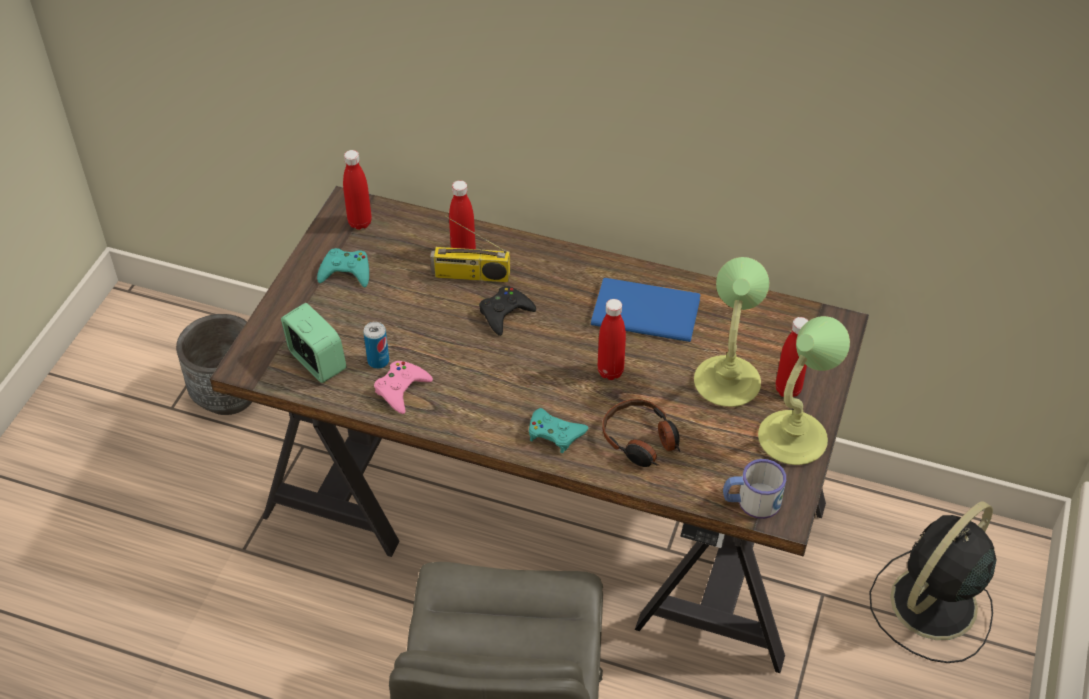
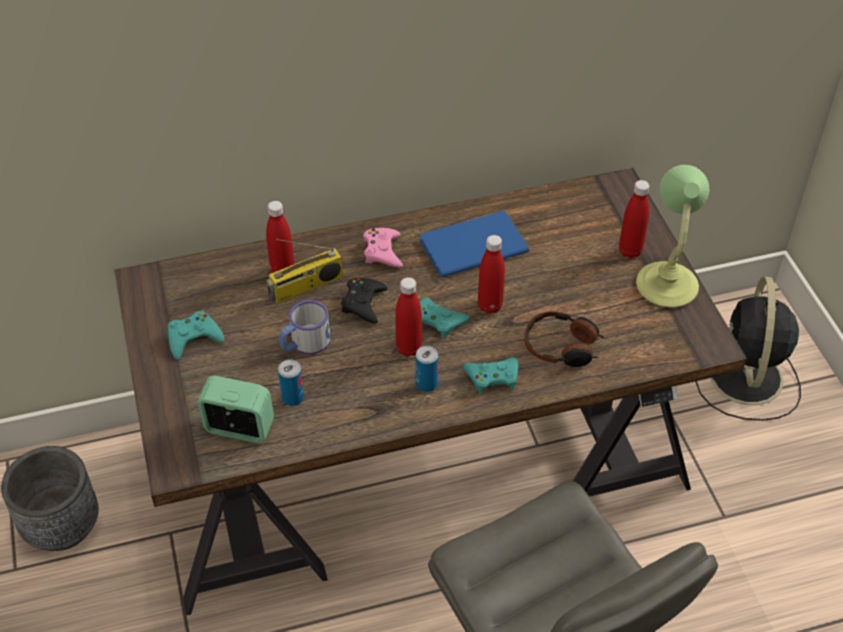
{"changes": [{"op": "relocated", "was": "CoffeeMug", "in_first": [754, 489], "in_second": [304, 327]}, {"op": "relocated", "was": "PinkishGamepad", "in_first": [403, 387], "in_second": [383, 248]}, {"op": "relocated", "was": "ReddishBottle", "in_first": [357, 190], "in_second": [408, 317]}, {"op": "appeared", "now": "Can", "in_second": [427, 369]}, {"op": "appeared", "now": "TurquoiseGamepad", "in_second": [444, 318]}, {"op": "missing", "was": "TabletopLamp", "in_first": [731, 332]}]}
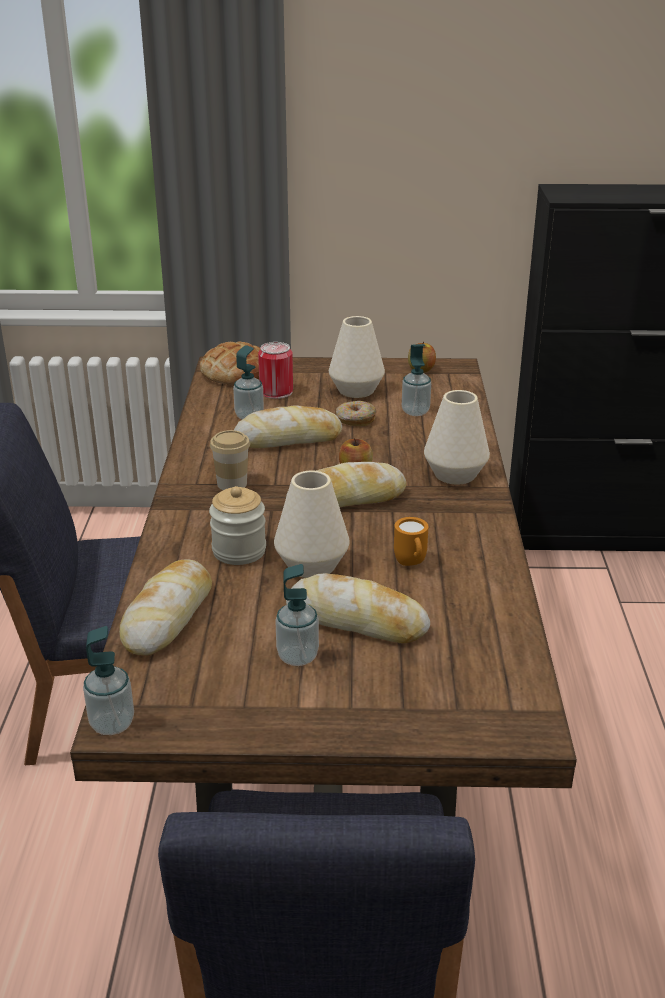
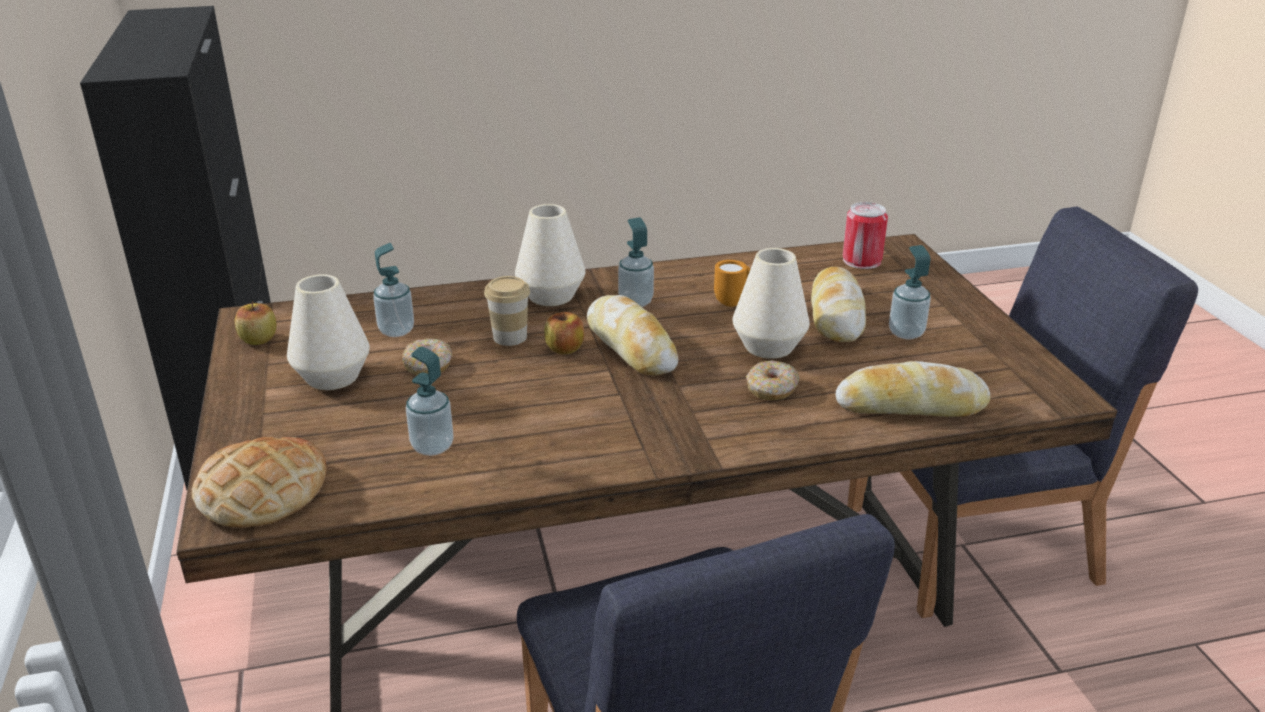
{"changes": [{"op": "relocated", "was": "SmallCup", "in_first": [230, 460], "in_second": [507, 311]}, {"op": "relocated", "was": "SoapBottle", "in_first": [108, 680], "in_second": [636, 262]}, {"op": "exchanged", "was": "Jar", "now": "Doughnut", "in_first": [237, 525], "in_second": [772, 380]}, {"op": "relocated", "was": "Can", "in_first": [275, 370], "in_second": [865, 235]}, {"op": "missing", "was": "Bread", "in_first": [288, 426]}]}
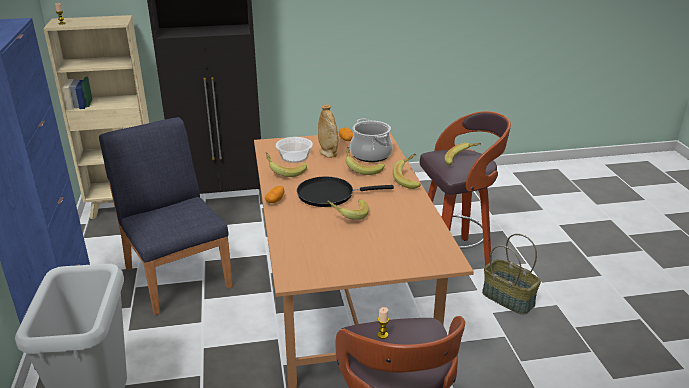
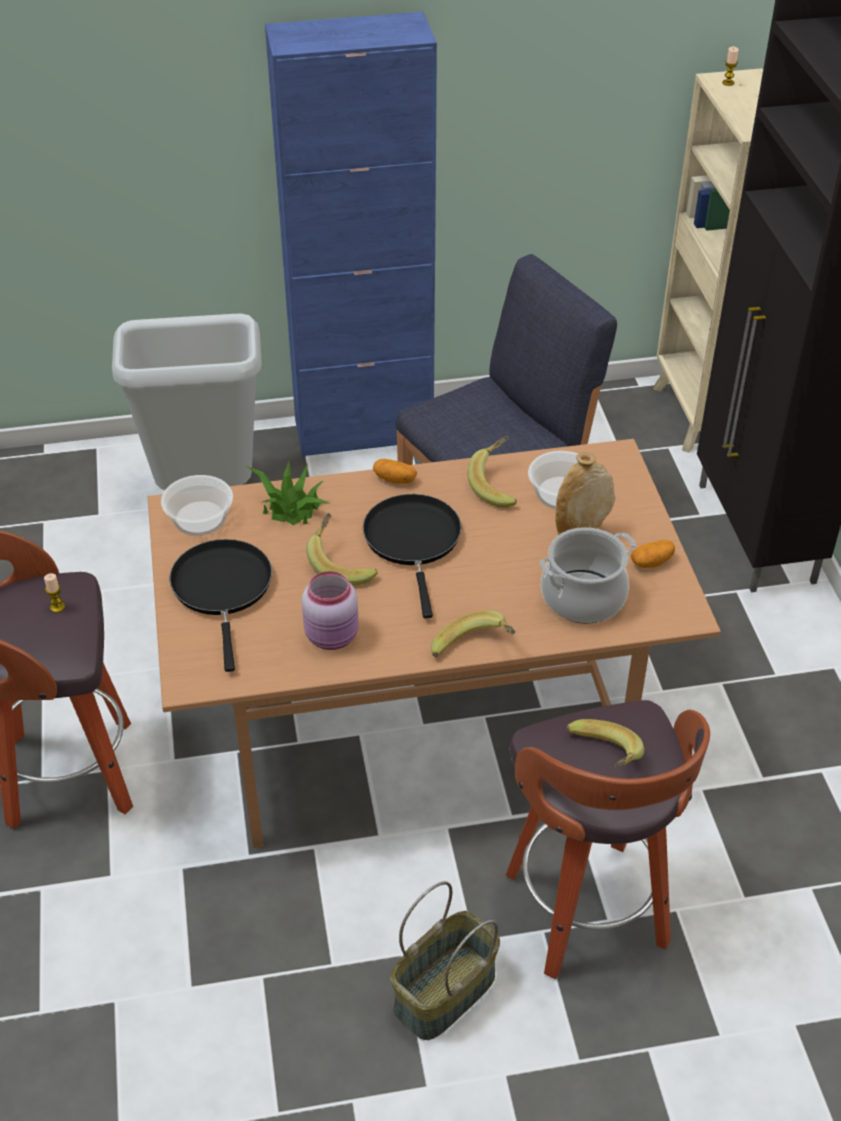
{"changes": [{"op": "appeared", "now": "DeepDish", "in_second": [197, 505]}, {"op": "appeared", "now": "BlackishPan", "in_second": [220, 605]}, {"op": "appeared", "now": "Houseplant", "in_second": [288, 493]}, {"op": "appeared", "now": "PinkishJar", "in_second": [330, 610]}, {"op": "missing", "was": "WholeBanana", "in_first": [365, 161]}]}
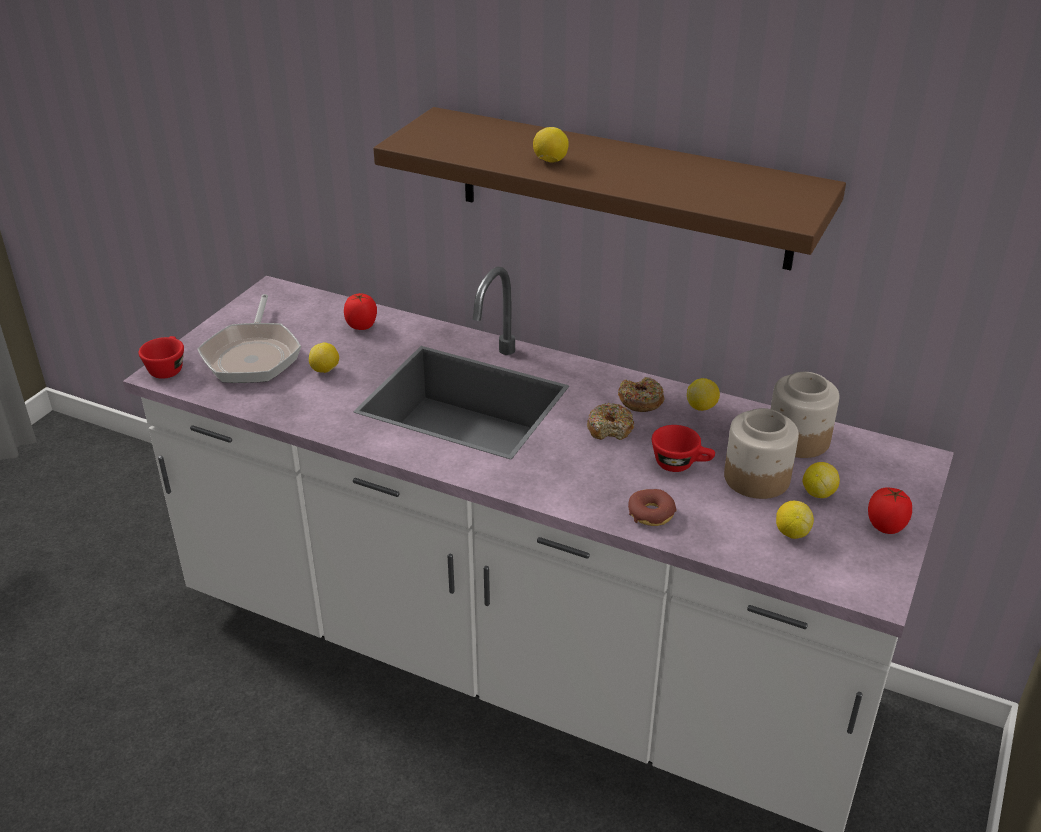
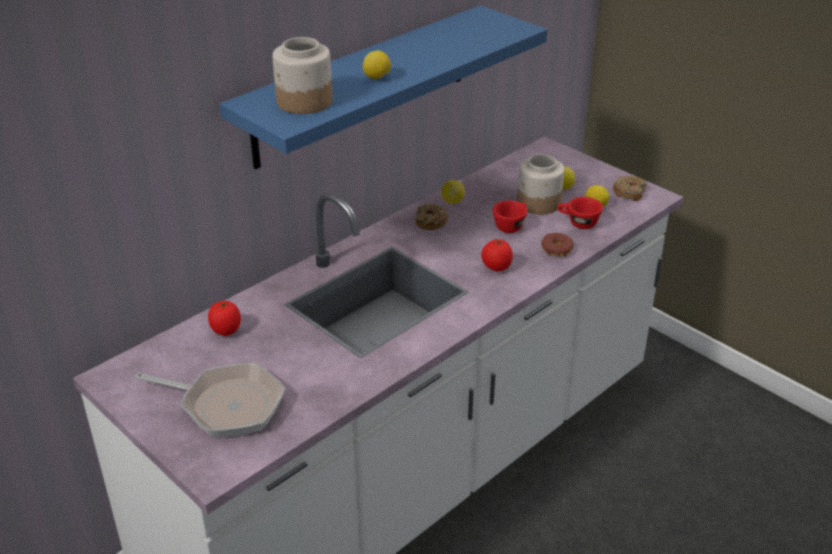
{"changes": [{"op": "colour", "was": "BrownishBracketShelf", "now": "BlueColouredBracketShelf", "in_first": [609, 189], "in_second": [383, 87]}, {"op": "relocated", "was": "Jar", "in_first": [805, 415], "in_second": [302, 75]}, {"op": "relocated", "was": "Tomato", "in_first": [890, 510], "in_second": [497, 255]}, {"op": "relocated", "was": "ReddishSmallCup", "in_first": [161, 357], "in_second": [580, 213]}, {"op": "relocated", "was": "Doughnut", "in_first": [610, 421], "in_second": [630, 188]}, {"op": "missing", "was": "WholeLemon", "in_first": [324, 358]}]}
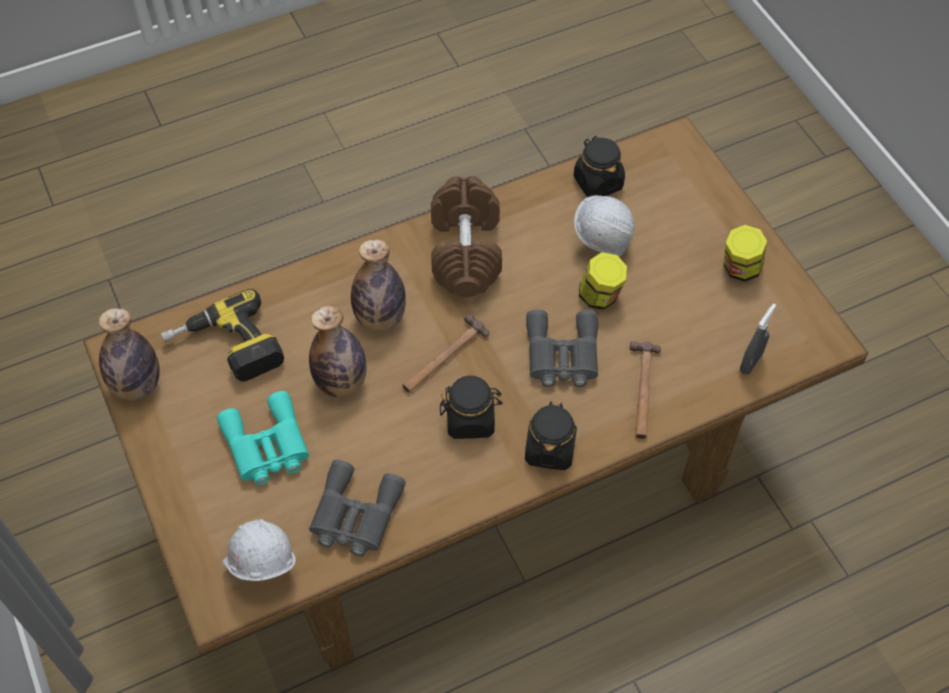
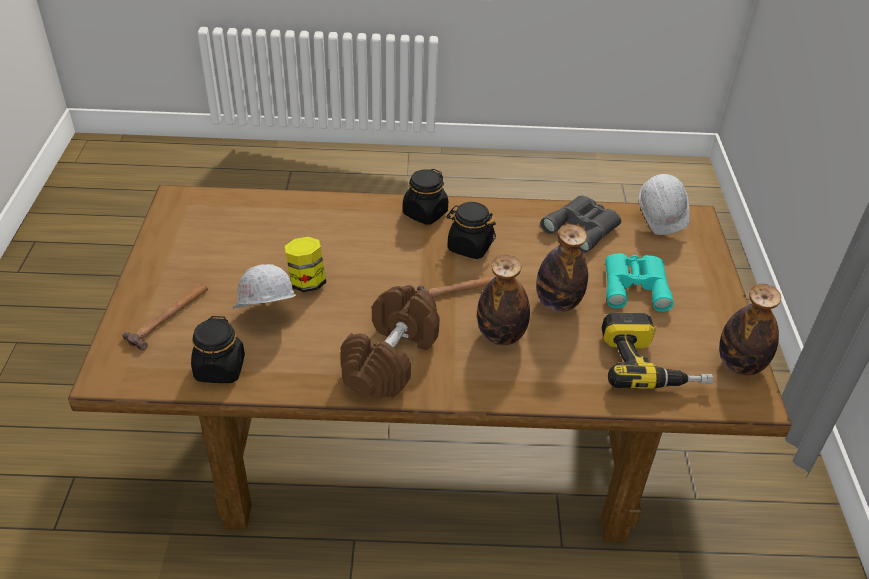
{"changes": [{"op": "relocated", "was": "Hammer", "in_first": [645, 390], "in_second": [165, 317]}, {"op": "missing", "was": "GrayBinoculars", "in_first": [562, 348]}, {"op": "missing", "was": "Jar", "in_first": [745, 253]}, {"op": "missing", "was": "GraySprayer", "in_first": [758, 339]}]}
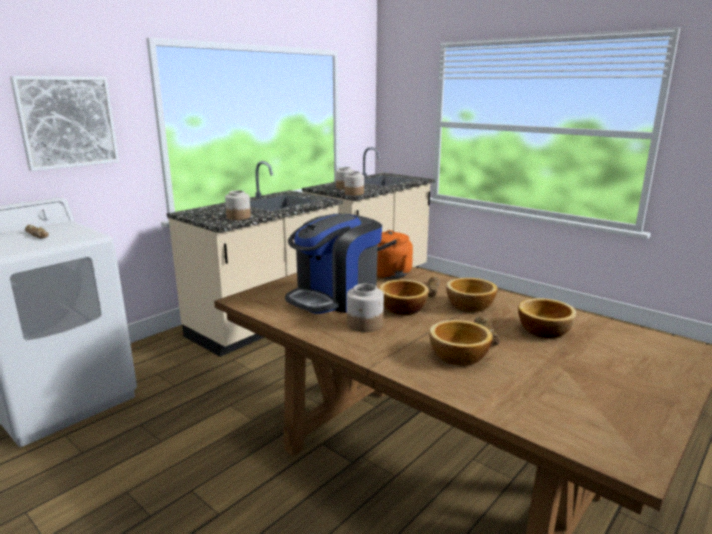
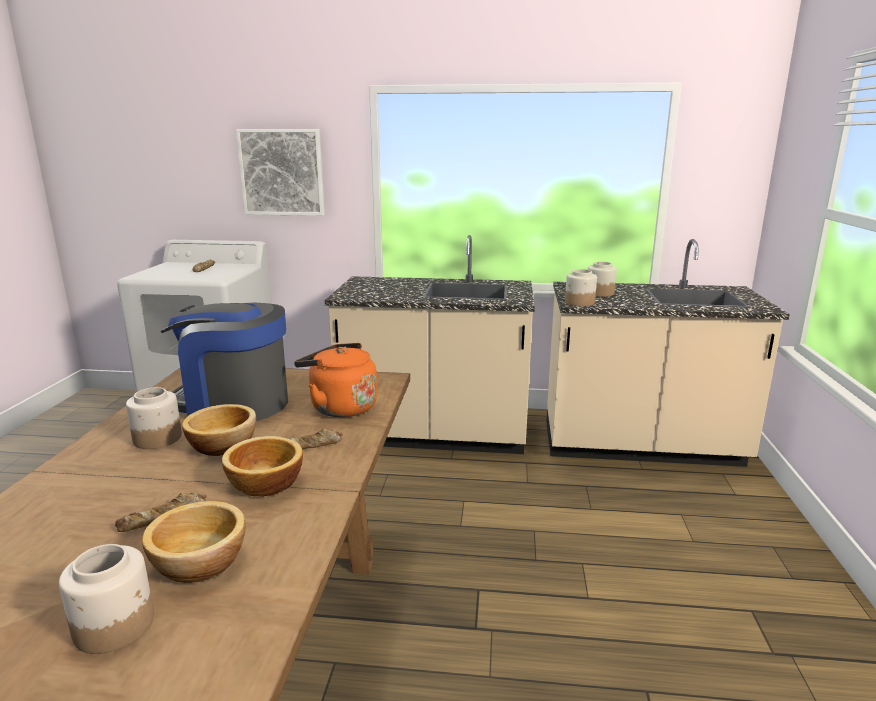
{"changes": [{"op": "relocated", "was": "Jar", "in_first": [238, 205], "in_second": [106, 599]}, {"op": "missing", "was": "DeepDish", "in_first": [461, 342]}]}
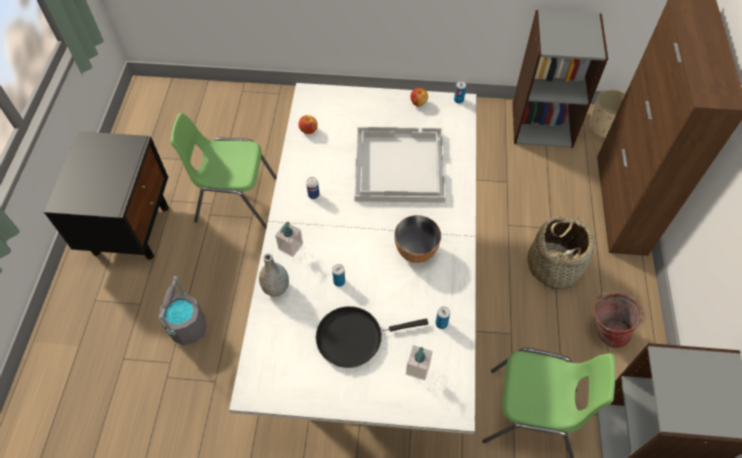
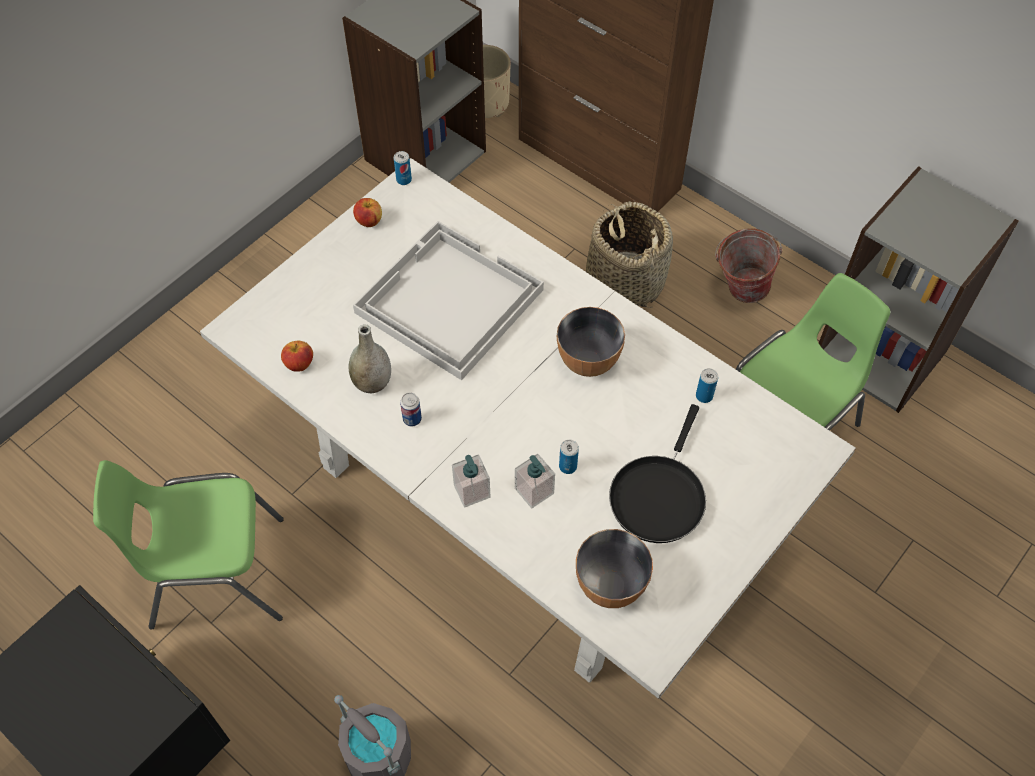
{"changes": [{"op": "spun", "was": "GreenChair", "in_first": [223, 171], "in_second": [188, 545], "clockwise": 45}, {"op": "relocated", "was": "GrayVase", "in_first": [274, 275], "in_second": [370, 358]}, {"op": "relocated", "was": "SoapBottle", "in_first": [419, 362], "in_second": [535, 481]}, {"op": "appeared", "now": "DeepDish", "in_second": [614, 568]}]}
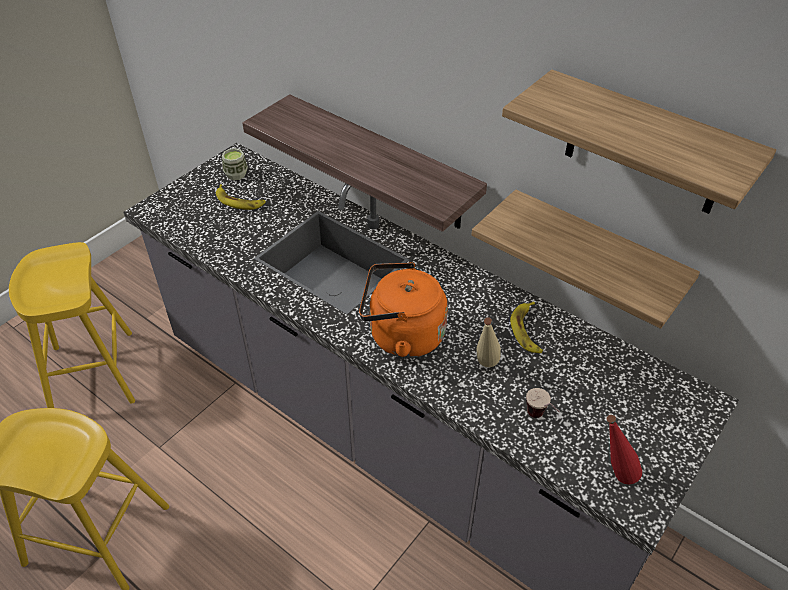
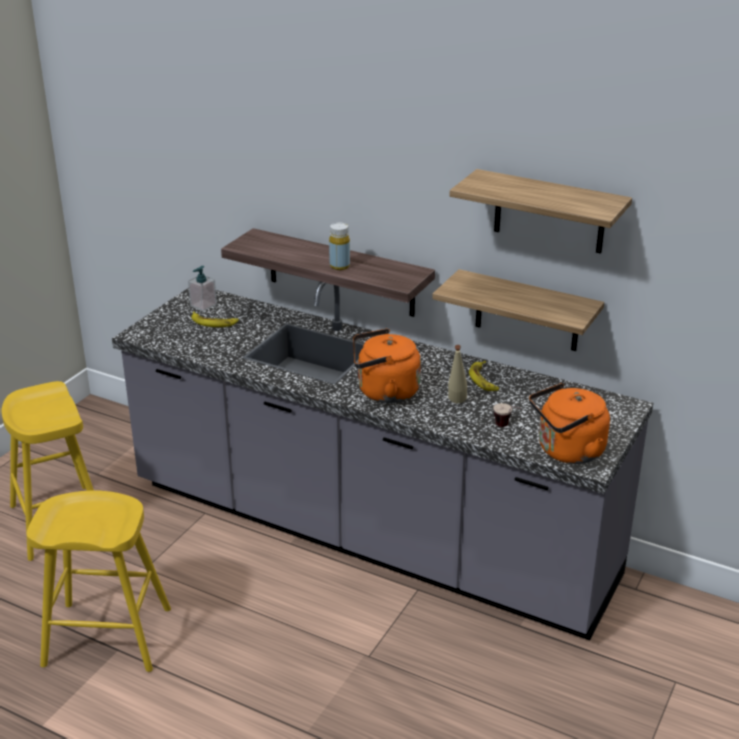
{"changes": [{"op": "exchanged", "was": "SmallCup", "now": "SoapBottle", "in_first": [235, 164], "in_second": [202, 288]}, {"op": "appeared", "now": "YellowBottle", "in_second": [339, 246]}, {"op": "exchanged", "was": "ReddishBottle", "now": "OrangeColouredWaterKettle", "in_first": [624, 450], "in_second": [569, 423]}]}
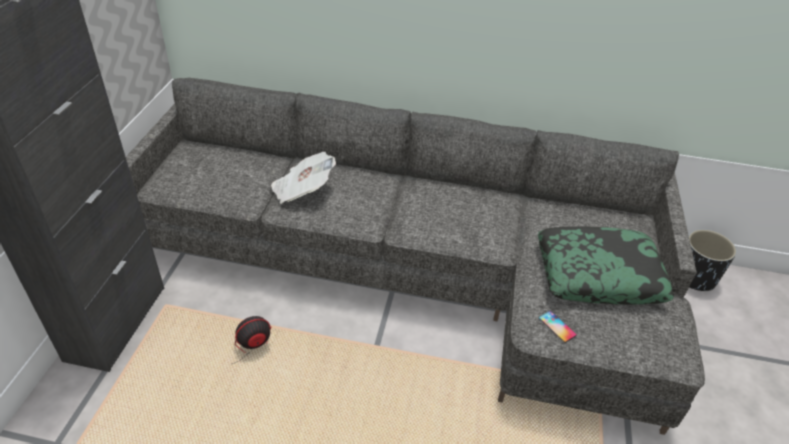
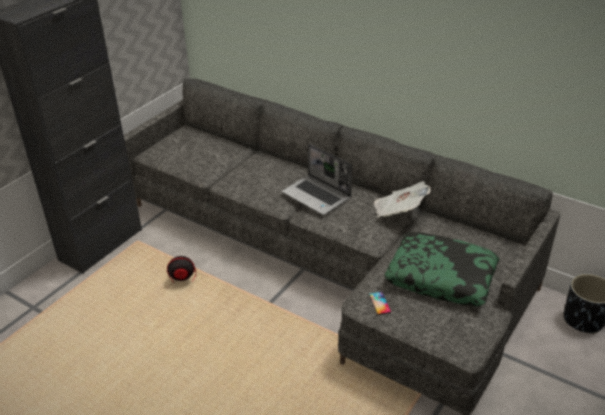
{"changes": [{"op": "appeared", "now": "Laptop", "in_second": [317, 179]}, {"op": "relocated", "was": "Newspaper", "in_first": [303, 178], "in_second": [402, 199]}]}
